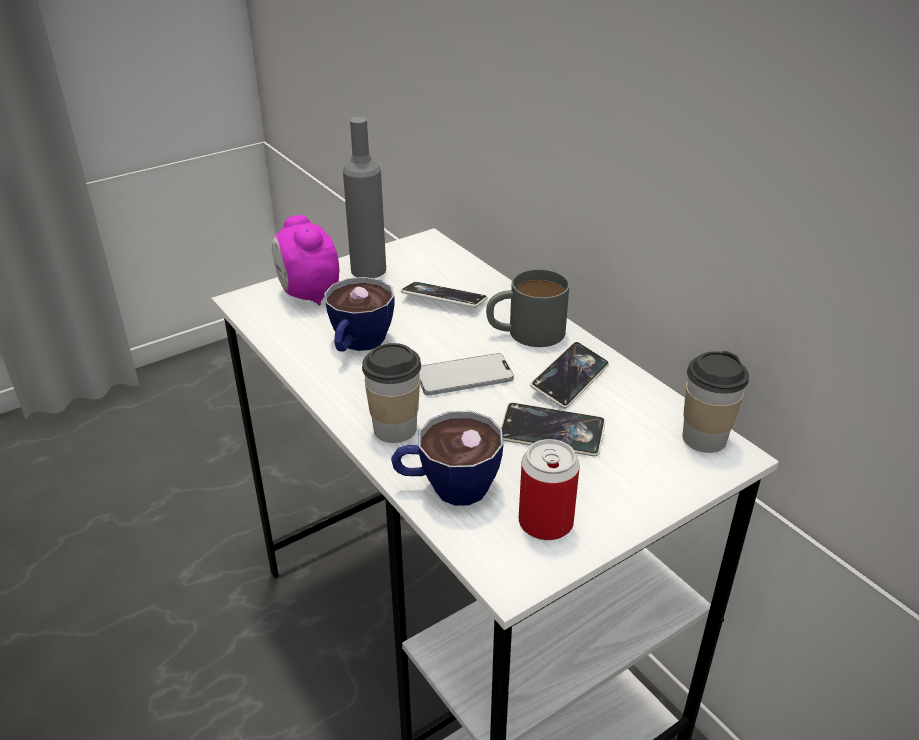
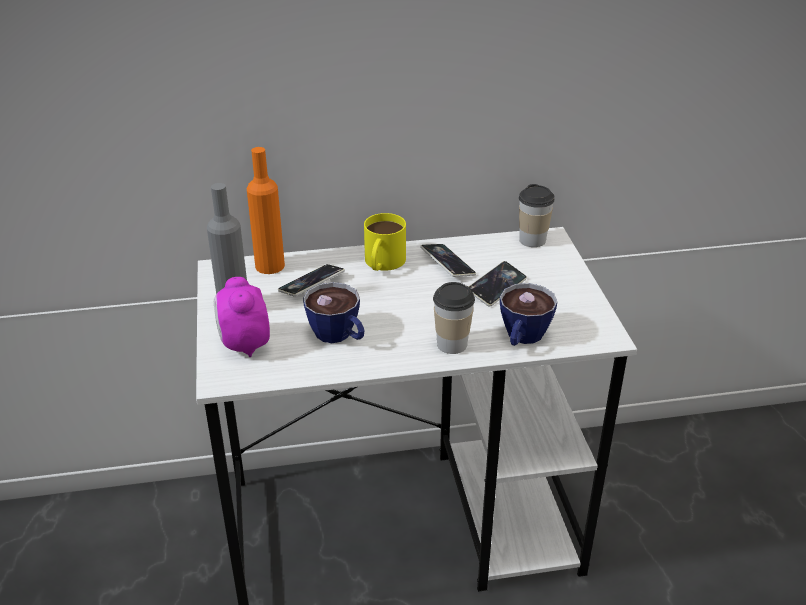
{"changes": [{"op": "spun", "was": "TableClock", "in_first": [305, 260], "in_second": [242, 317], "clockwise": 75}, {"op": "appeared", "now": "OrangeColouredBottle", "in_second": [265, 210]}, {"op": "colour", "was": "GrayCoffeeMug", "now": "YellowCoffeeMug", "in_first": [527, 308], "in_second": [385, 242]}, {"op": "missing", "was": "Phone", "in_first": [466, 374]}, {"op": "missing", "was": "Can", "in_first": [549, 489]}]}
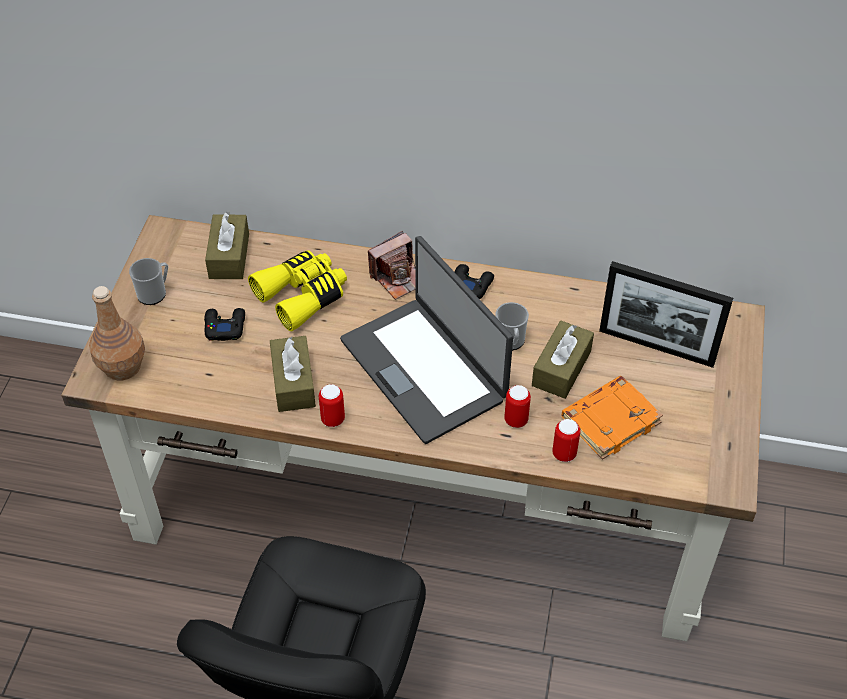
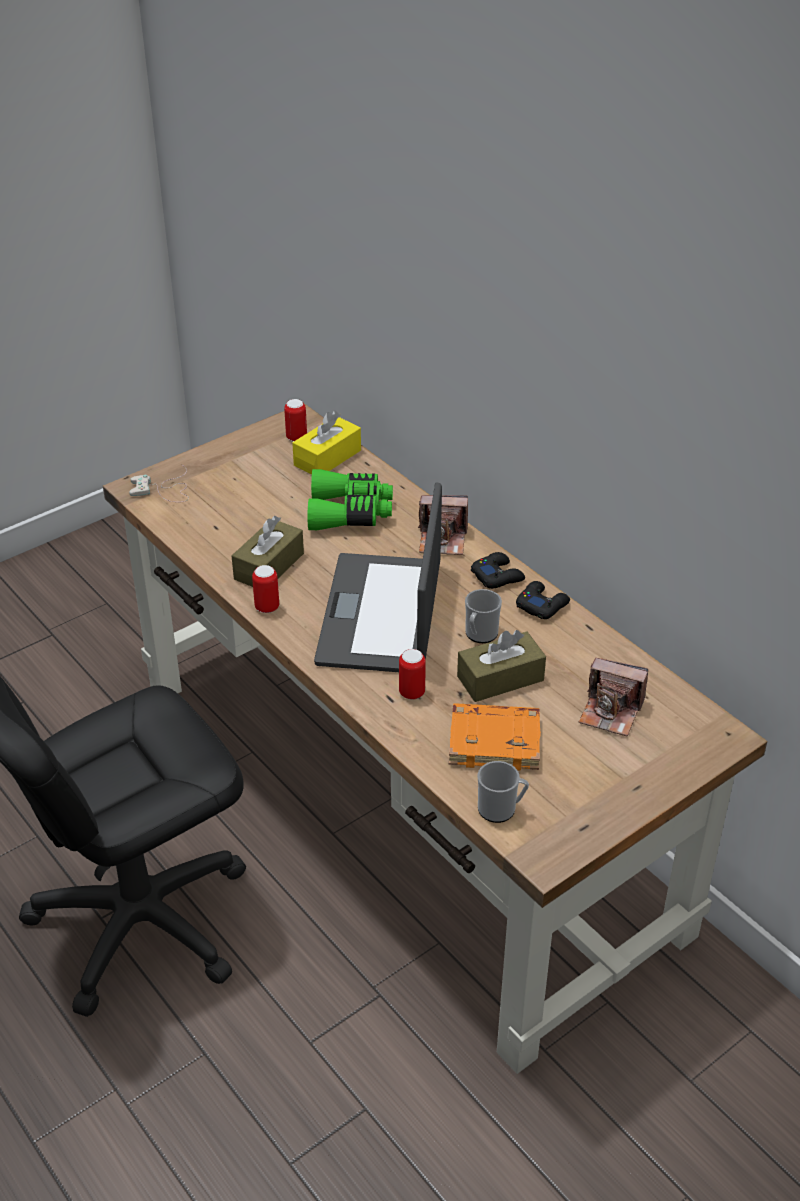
{"changes": [{"op": "exchanged", "was": "BrownishBottle", "now": "WhiteGamepad", "in_first": [117, 333], "in_second": [159, 483]}, {"op": "relocated", "was": "Can", "in_first": [566, 440], "in_second": [295, 420]}, {"op": "colour", "was": "BrownishTissueBox", "now": "YellowTissueBox", "in_first": [227, 245], "in_second": [326, 443]}, {"op": "colour", "was": "YellowBinoculars", "now": "GreenBinoculars", "in_first": [297, 290], "in_second": [350, 499]}, {"op": "relocated", "was": "CoffeeMug", "in_first": [148, 281], "in_second": [503, 792]}, {"op": "relocated", "was": "BlackishGamepad", "in_first": [224, 324], "in_second": [543, 600]}, {"op": "exchanged", "was": "StandingFrame", "now": "StillCamera", "in_first": [666, 314], "in_second": [613, 697]}]}
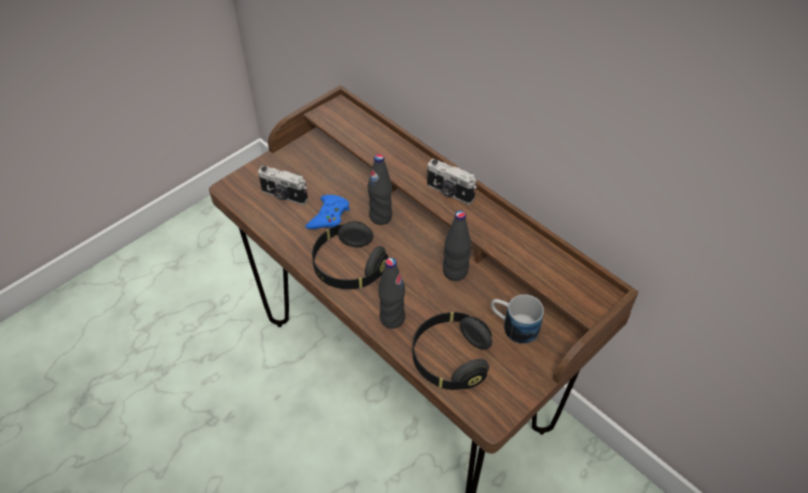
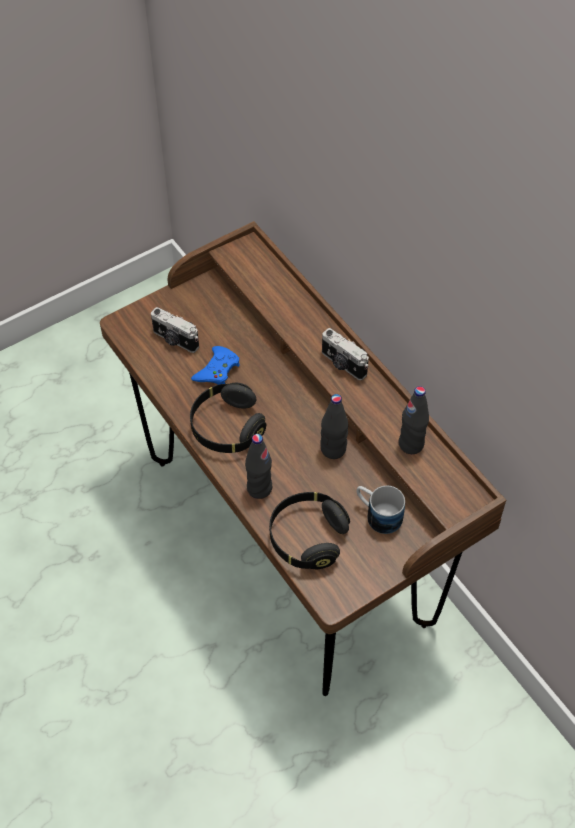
{"changes": [{"op": "relocated", "was": "BlackishBottle", "in_first": [380, 189], "in_second": [414, 420]}]}
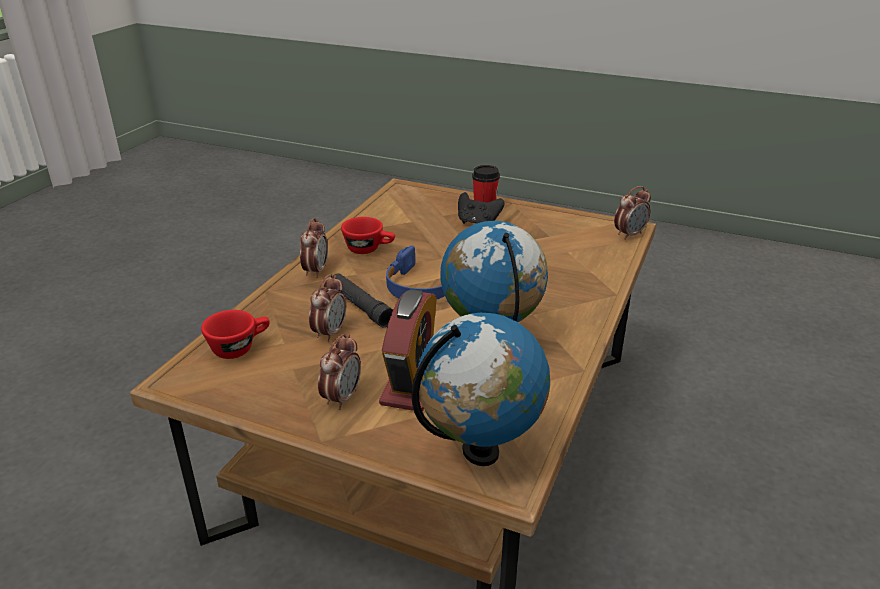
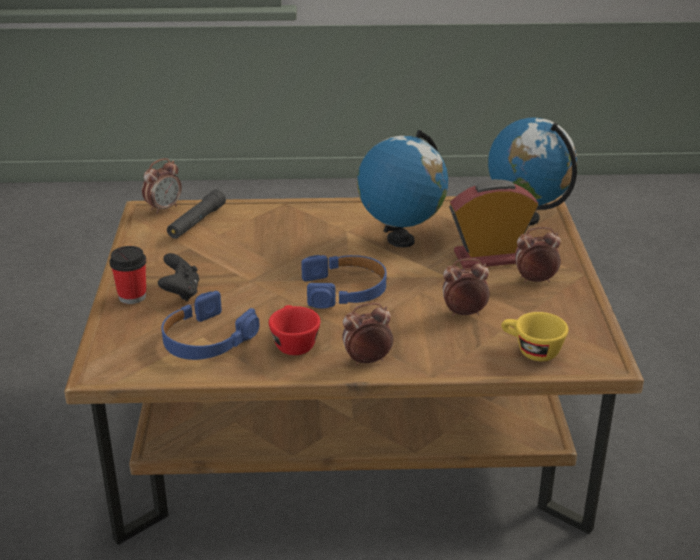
{"changes": [{"op": "spun", "was": "TableClock", "in_first": [632, 213], "in_second": [162, 186], "clockwise": 105}, {"op": "appeared", "now": "BlueColouredHeadset", "in_second": [210, 325]}, {"op": "relocated", "was": "BlackishHandTorch", "in_first": [363, 300], "in_second": [196, 214]}, {"op": "colour", "was": "ReddishSmallCup", "now": "YellowSmallCup", "in_first": [235, 334], "in_second": [534, 336]}]}
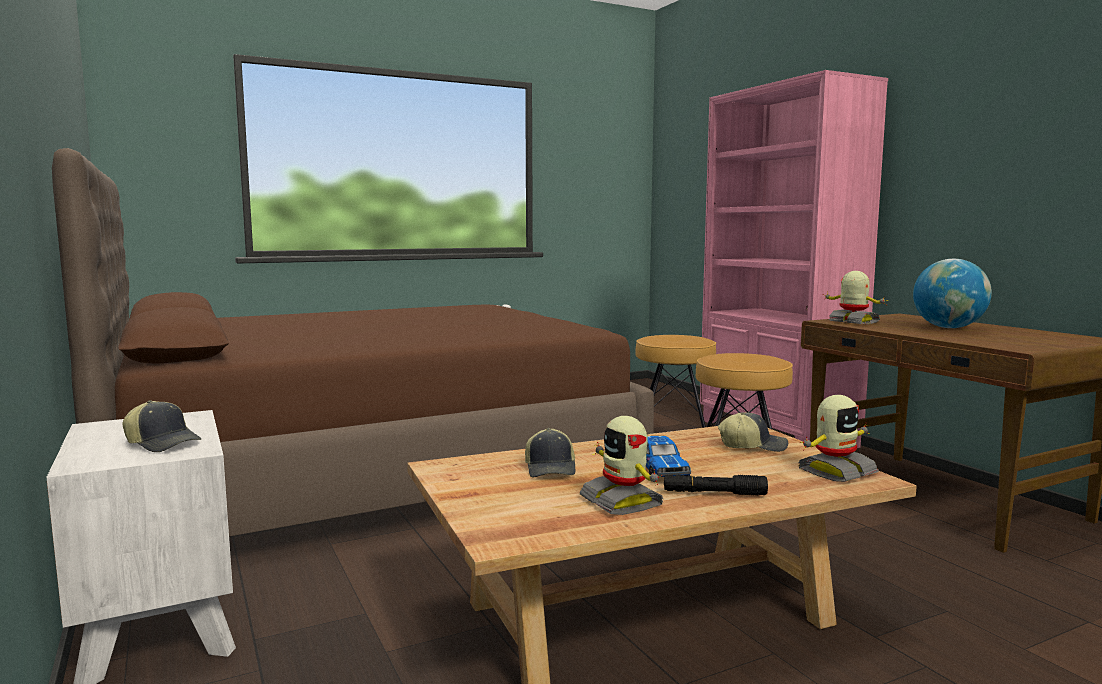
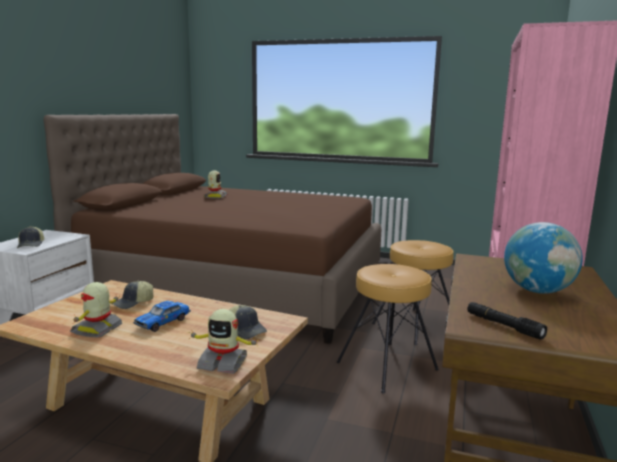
{"changes": [{"op": "relocated", "was": "ModelRobot", "in_first": [856, 297], "in_second": [216, 184]}, {"op": "relocated", "was": "BlackishHandTorch", "in_first": [716, 485], "in_second": [507, 321]}]}
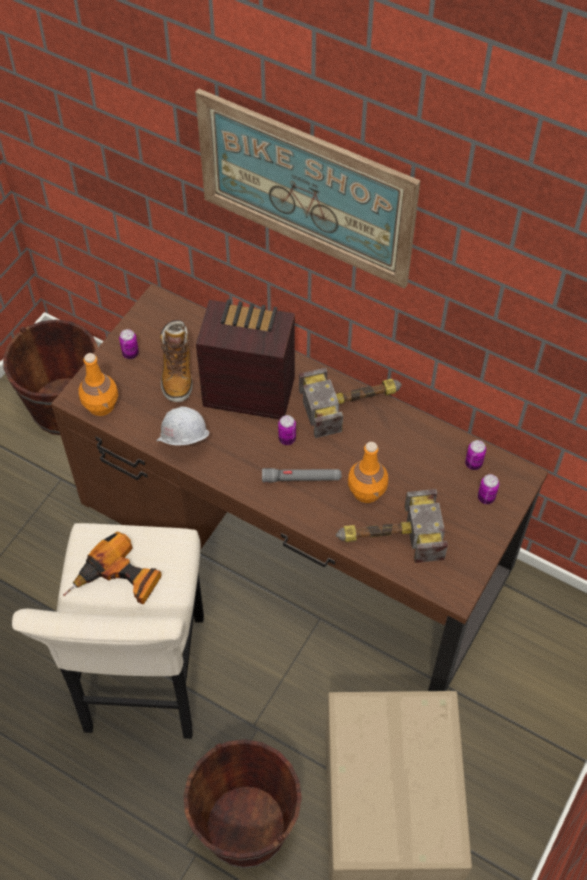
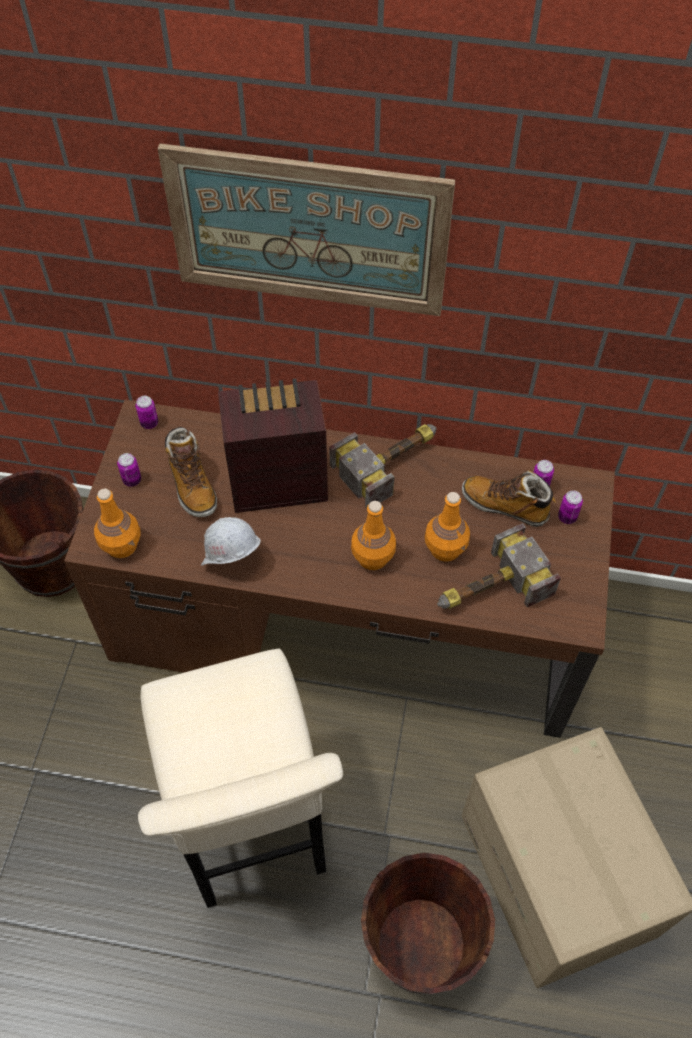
{"changes": [{"op": "relocated", "was": "Can", "in_first": [287, 430], "in_second": [147, 412]}, {"op": "exchanged", "was": "GrayHandTorch", "now": "OrangeColouredBottle", "in_first": [302, 475], "in_second": [373, 535]}, {"op": "appeared", "now": "HighTopBoot", "in_second": [509, 498]}, {"op": "missing", "was": "Drill", "in_first": [112, 568]}]}
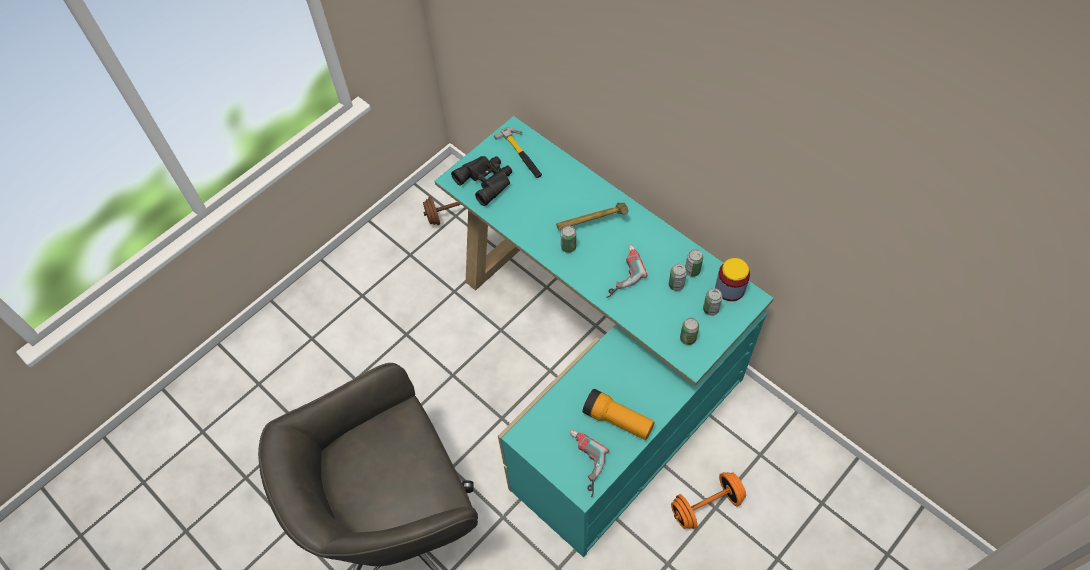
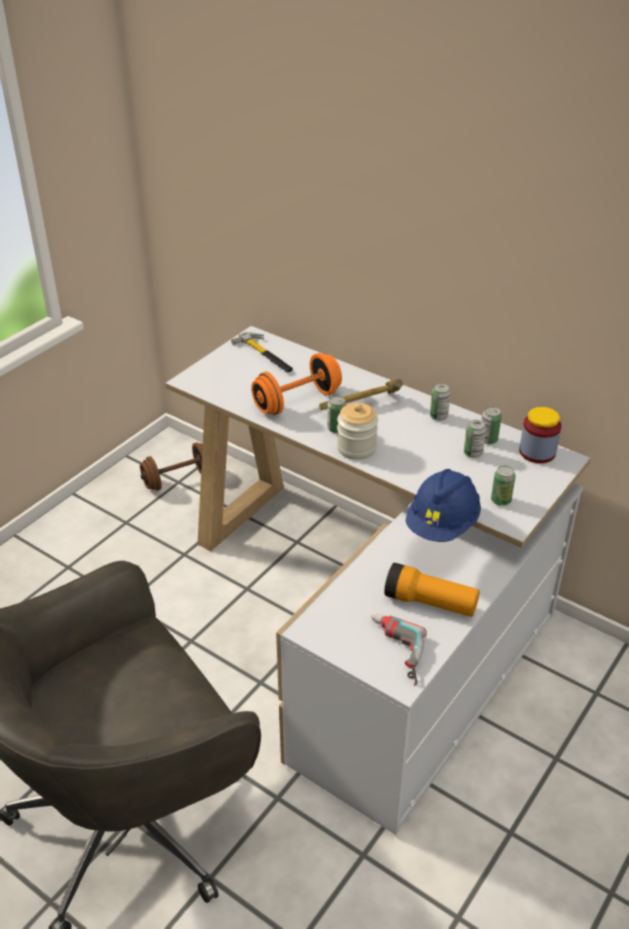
{"changes": [{"op": "colour", "was": "TurquoiseDesk", "now": "WhiteDesk", "in_first": [604, 336], "in_second": [378, 580]}, {"op": "relocated", "was": "OrangeColouredHandWeight", "in_first": [708, 500], "in_second": [296, 384]}, {"op": "appeared", "now": "Jar", "in_second": [357, 431]}, {"op": "appeared", "now": "BlueColouredHardHat", "in_second": [443, 505]}, {"op": "relocated", "was": "Can", "in_first": [713, 302], "in_second": [440, 402]}, {"op": "missing", "was": "BlackishBinoculars", "in_first": [481, 181]}, {"op": "missing", "was": "Drill", "in_first": [626, 271]}]}
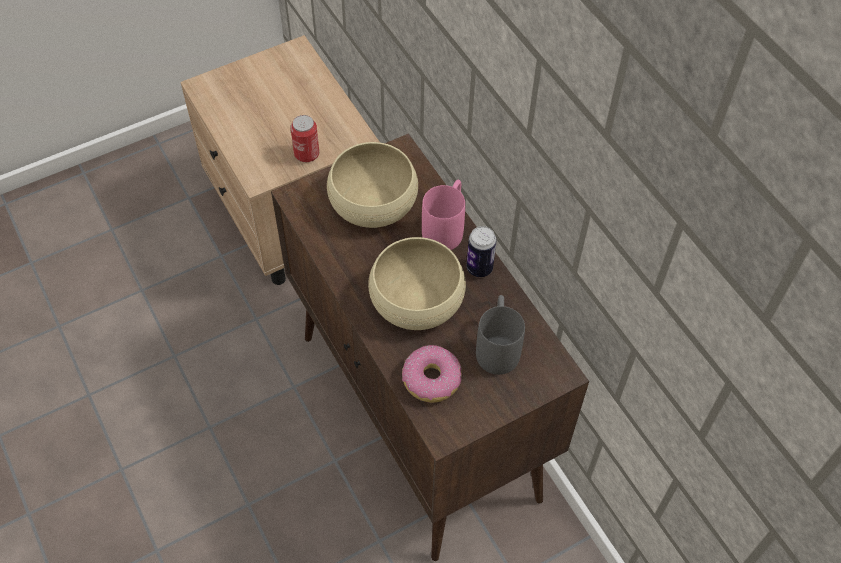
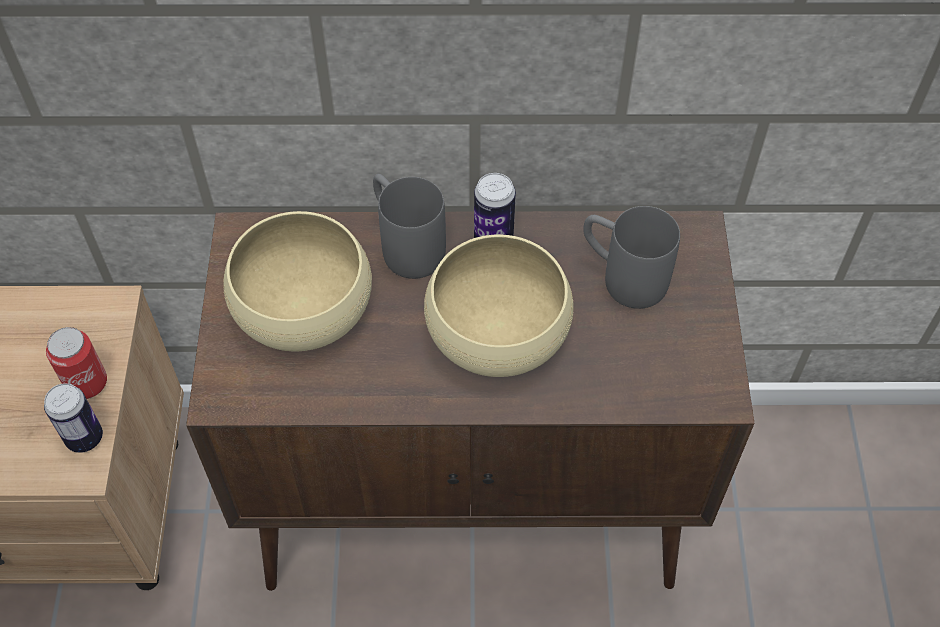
{"changes": [{"op": "appeared", "now": "Can", "in_second": [73, 418]}, {"op": "colour", "was": "PinkishCoffeeMug", "now": "GrayCoffeeMug", "in_first": [443, 215], "in_second": [409, 226]}, {"op": "missing", "was": "Doughnut", "in_first": [432, 374]}]}
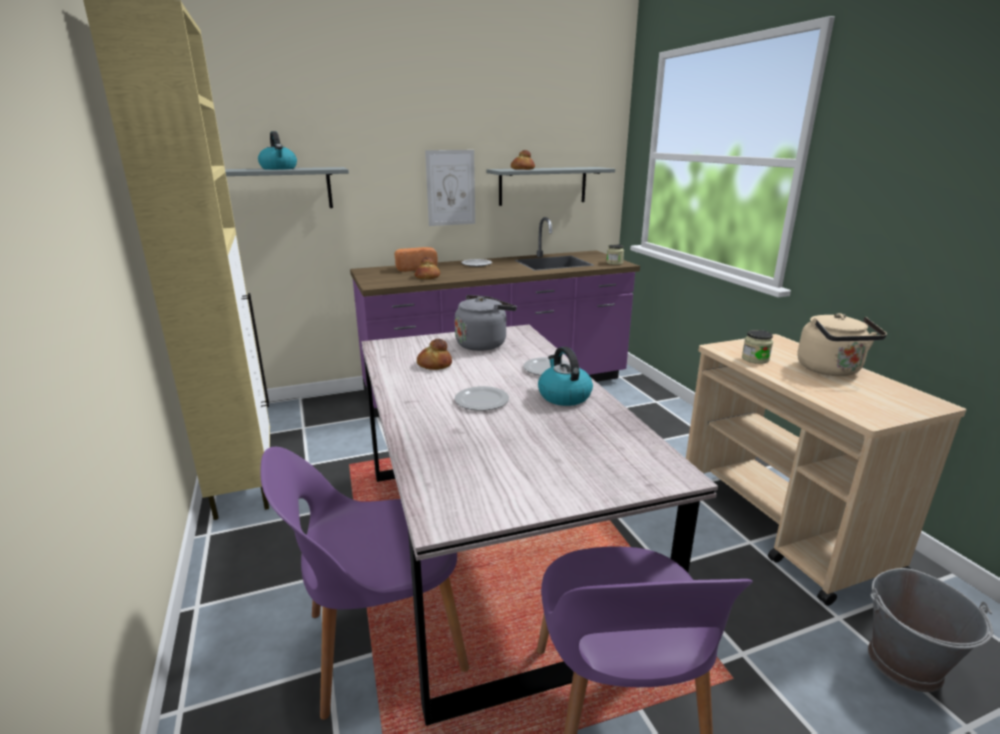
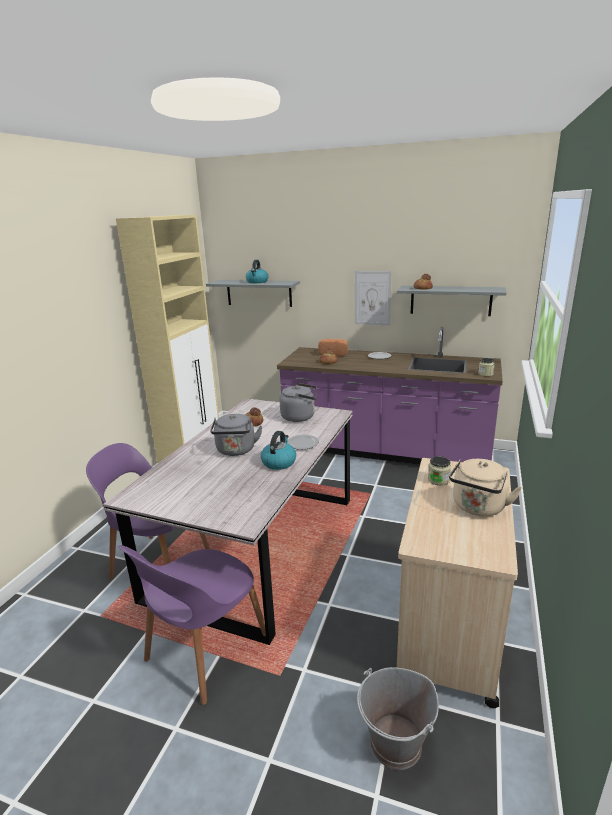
{"changes": [{"op": "exchanged", "was": "DinnerPlate", "now": "GrayWaterKettle", "in_first": [481, 398], "in_second": [236, 435]}]}
